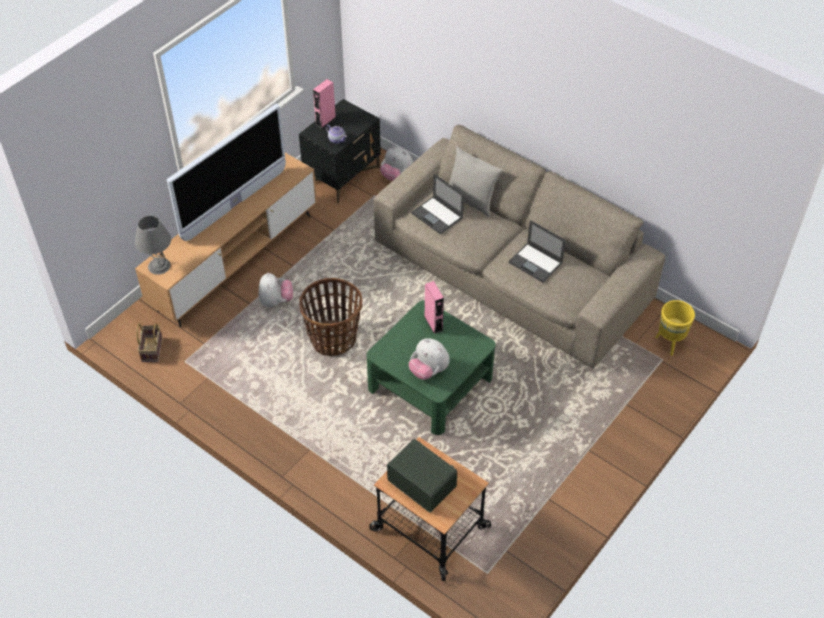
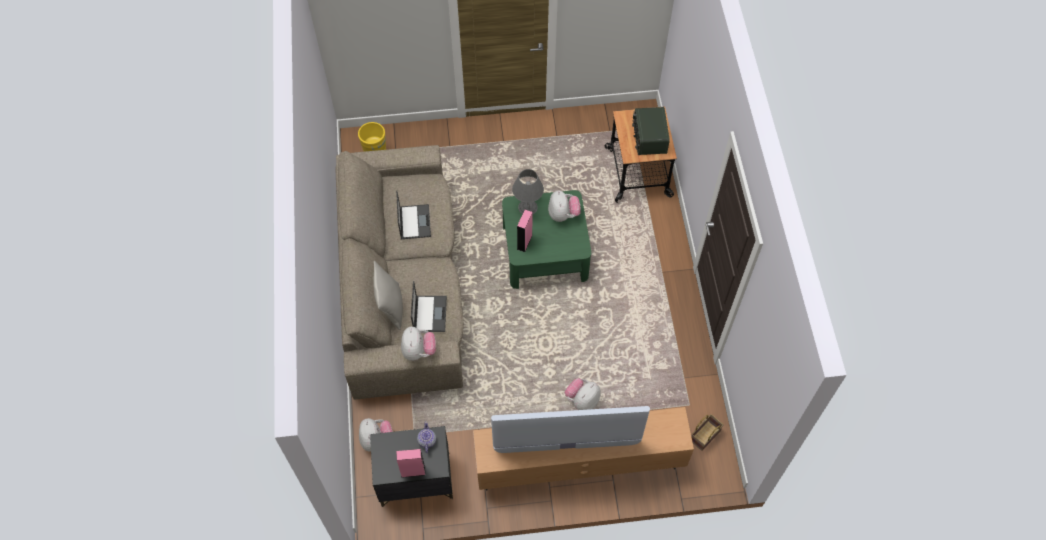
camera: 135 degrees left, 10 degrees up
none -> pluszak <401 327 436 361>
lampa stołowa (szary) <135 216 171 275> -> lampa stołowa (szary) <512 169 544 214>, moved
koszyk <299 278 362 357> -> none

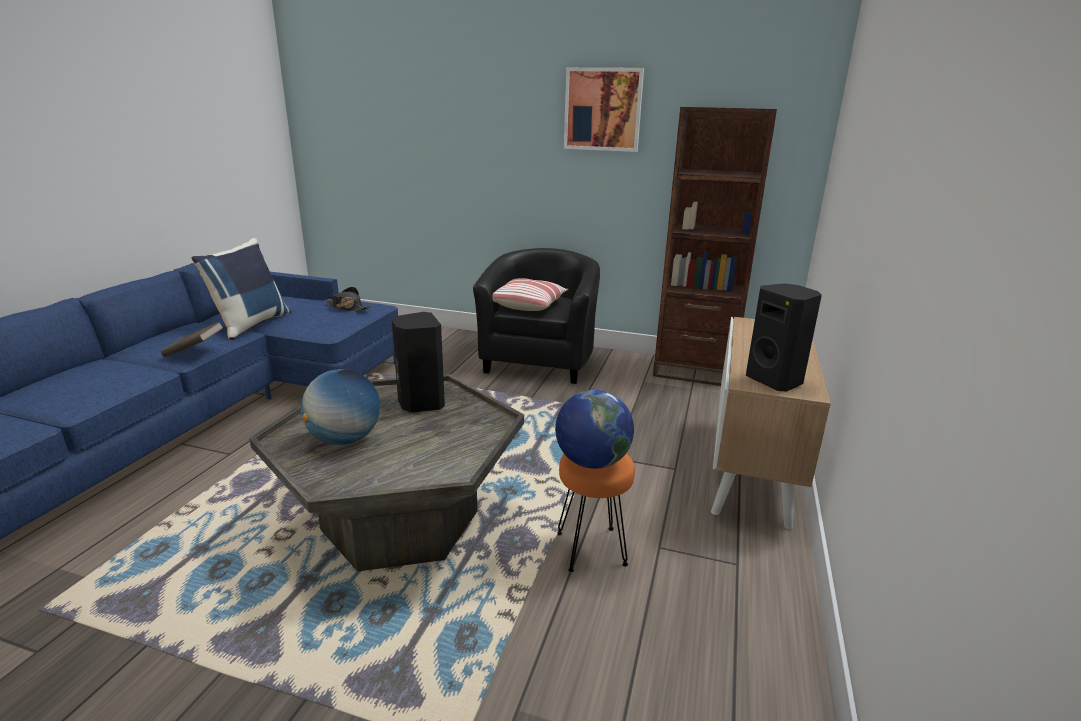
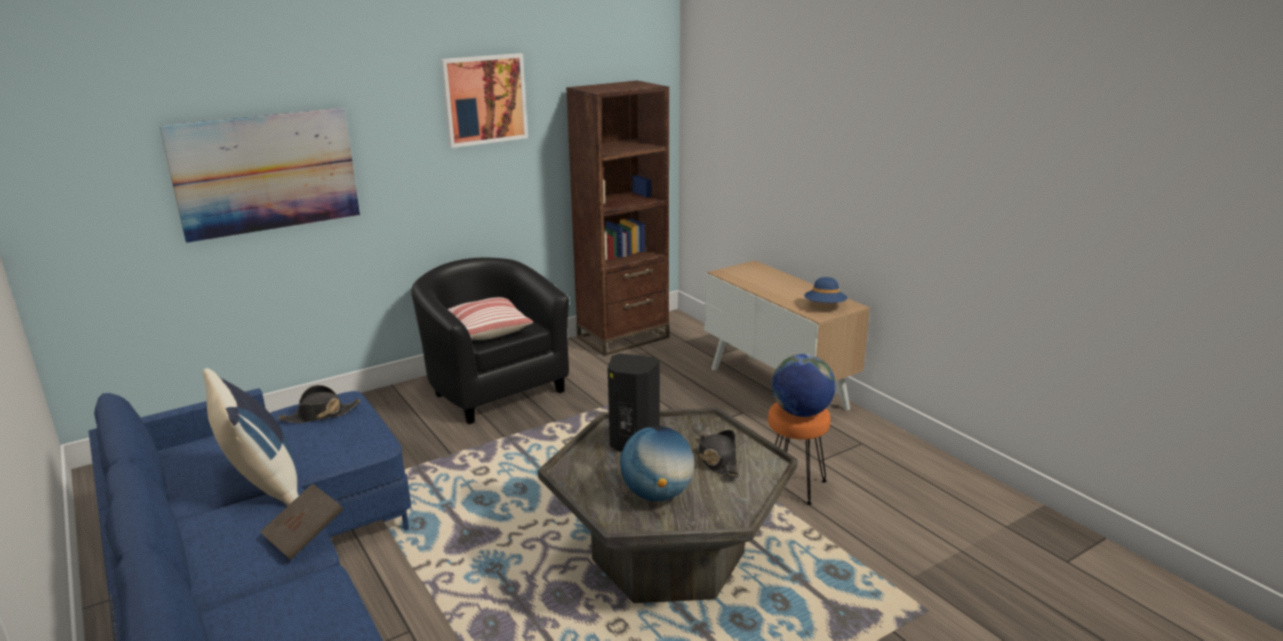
camera: 50 degrees left, 0 degrees up
none -> obraz <159 108 360 243>
none -> kapelusz (czarny) <699 430 740 476>
głośnik (czarny) <746 283 822 392> -> kapelusz (niebieski) <804 277 847 303>

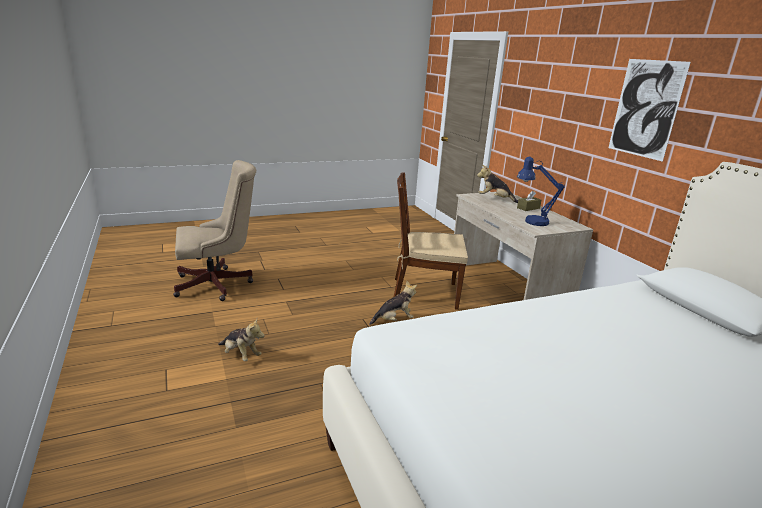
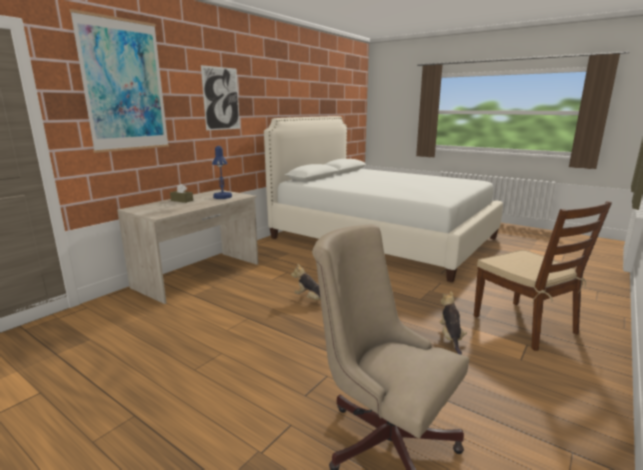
camera: 120 degrees left, 5 degrees down
none -> obraz <69 9 169 153>
krzesło (brązowy) <394 173 468 310> -> krzesło (brązowy) <474 201 612 351>, moved
pluszak <477 165 518 203> -> none

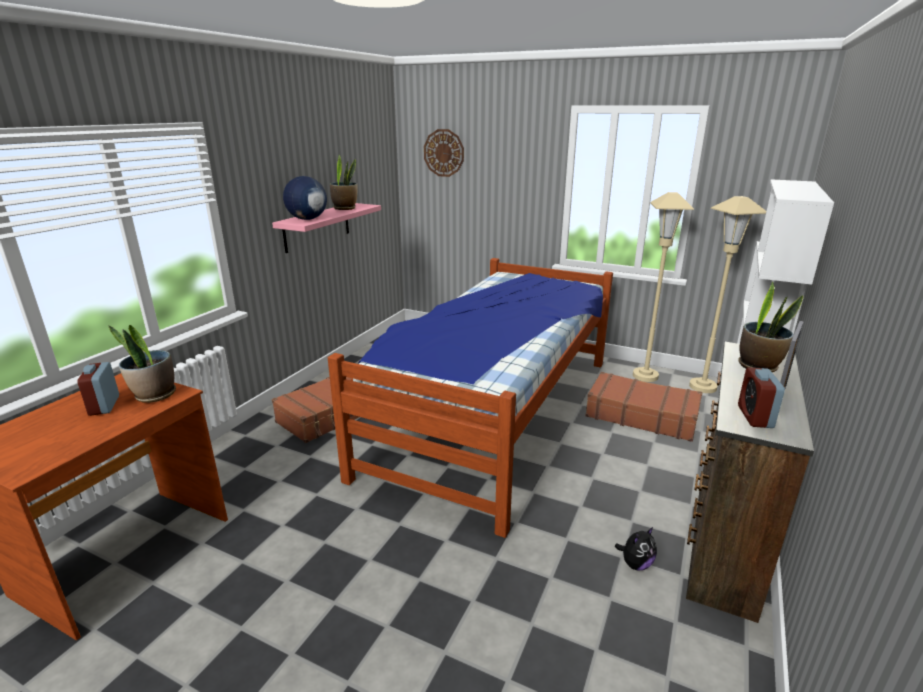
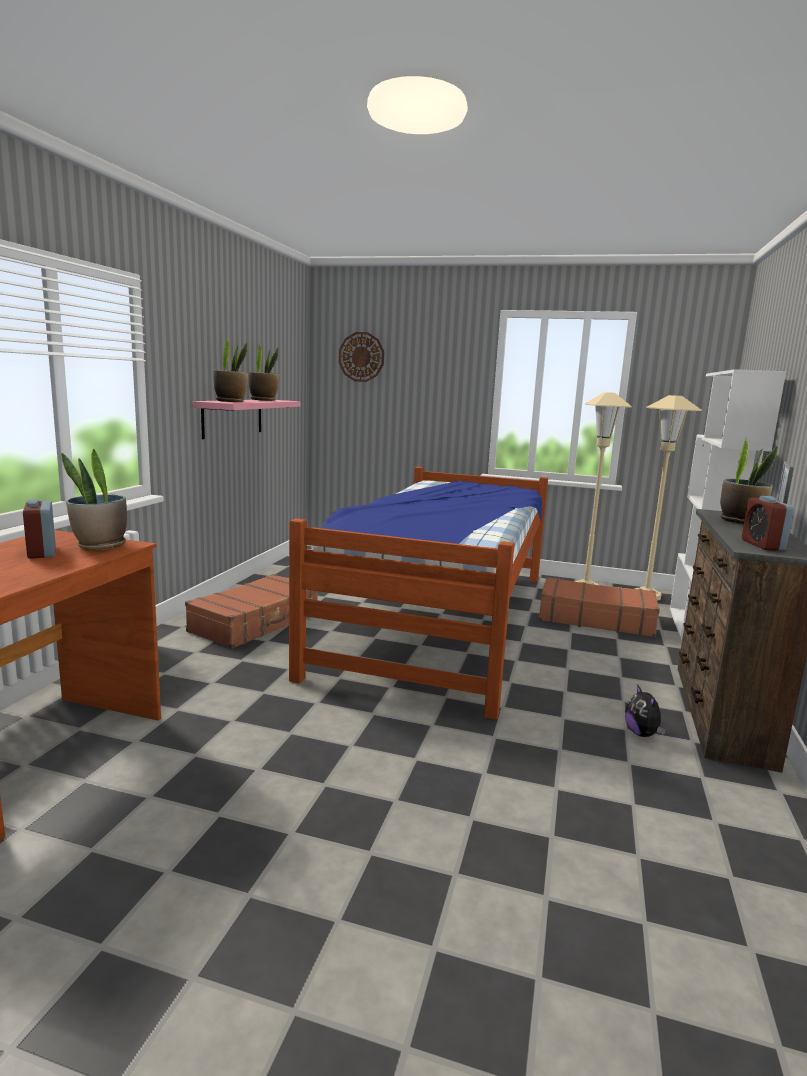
camera: 10 degrees left, 10 degrees down
globus <283 176 327 220> -> roślina doniczkowa <213 338 248 402>
pluszak <615 527 657 571> -> pluszak <625 684 666 737>, 120 degrees clockwise

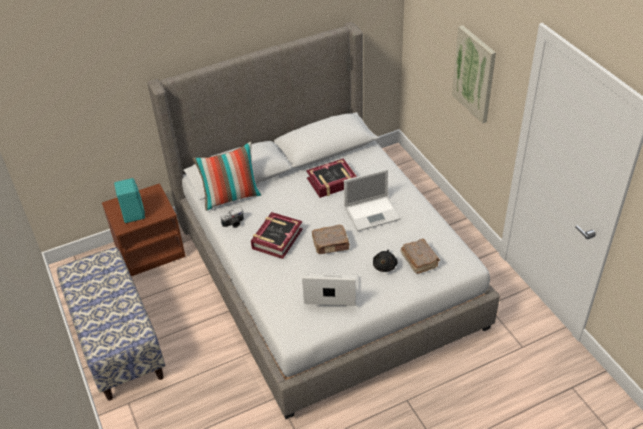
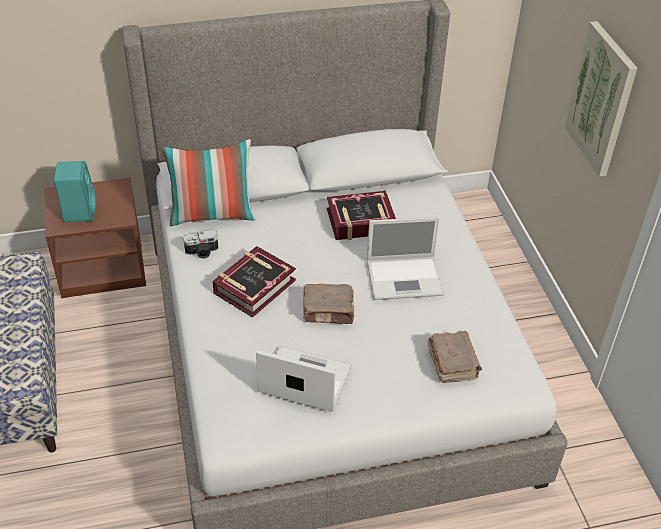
camera: 10 degrees right, 0 degrees up
pluszak (czarny) <373 249 398 272> -> none

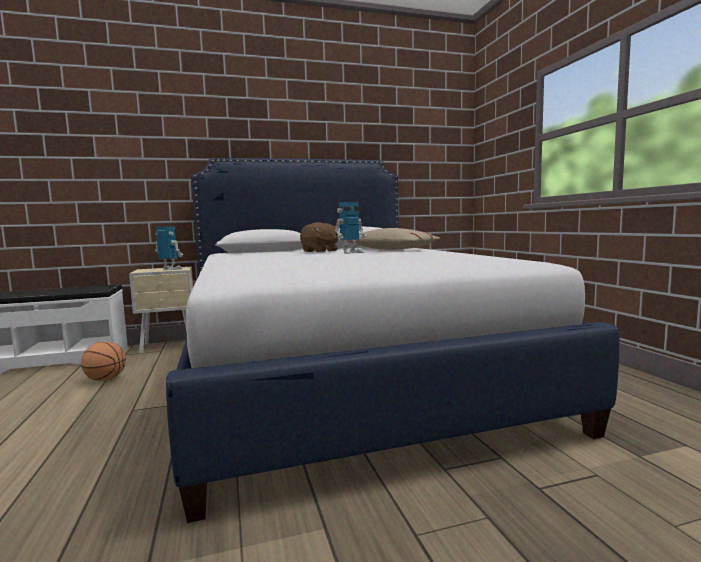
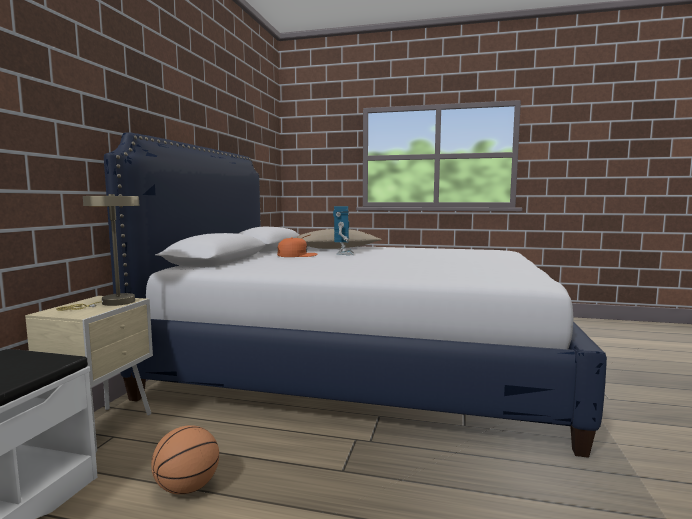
camera: 60 degrees left, 0 degrees up
robot zabawkowy <155 226 183 270> -> lampa stołowa (beżowy) <56 194 139 311>
pluszak (brązowy) <300 222 339 252> -> czapka z daszkiem (pomarańczowy) <277 237 317 257>

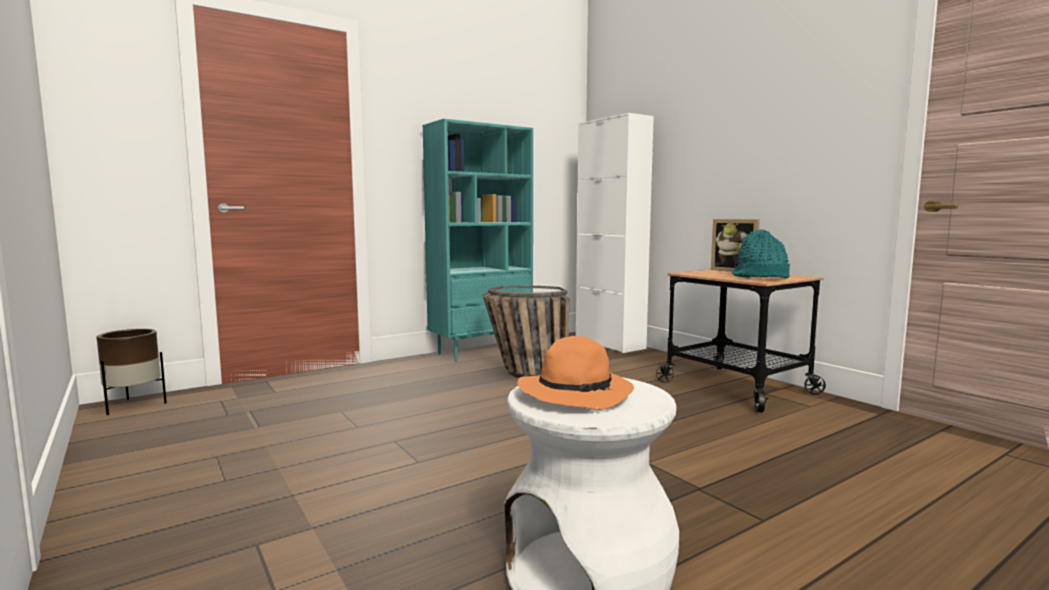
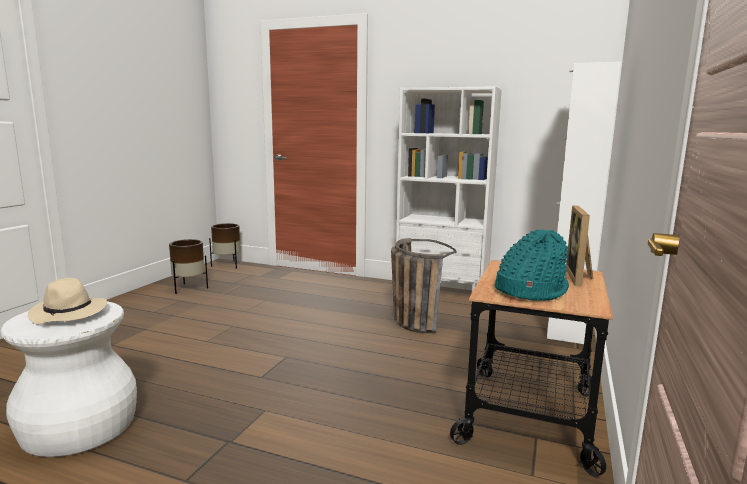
camera: 55 degrees right, 5 degrees up
kapelusz (pomarańczowy) <518 336 634 410> -> kapelusz (beżowy) <28 278 107 324>
none -> donica (brązowy) <169 239 208 294>
regał (turkusowy) <423 119 533 362> -> regał (biały) <396 86 502 304>

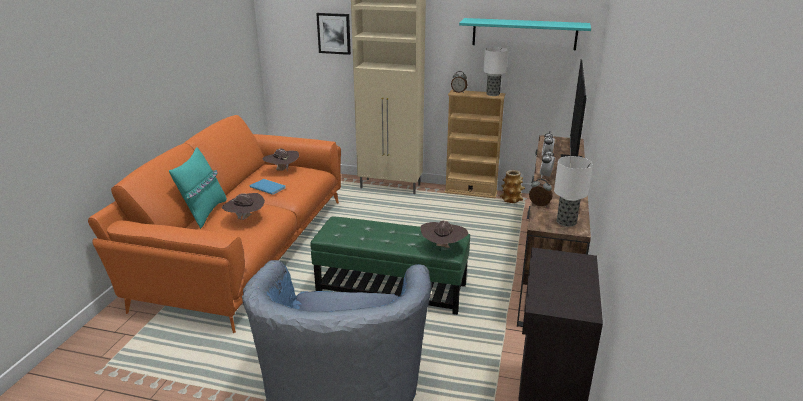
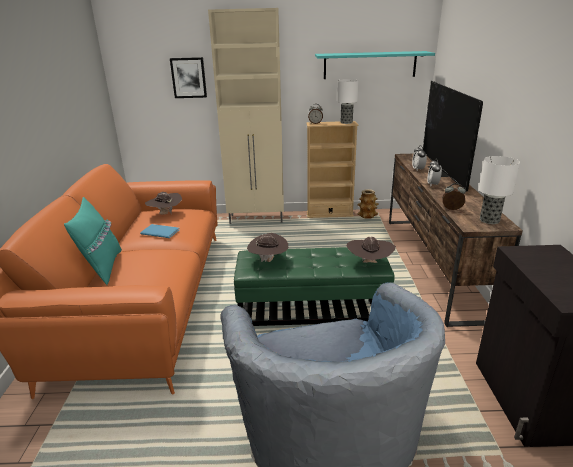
camera: 15 degrees left, 0 degrees up
kapelusz (brązowy) <221 193 265 220> -> kapelusz (brązowy) <247 233 288 262>, moved

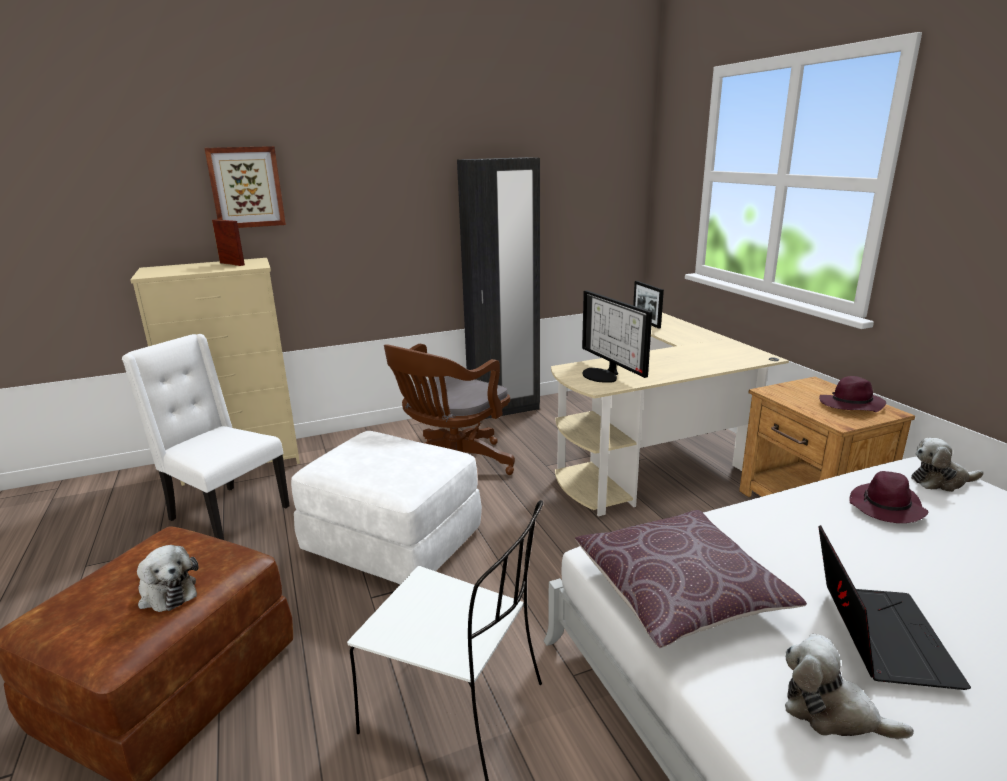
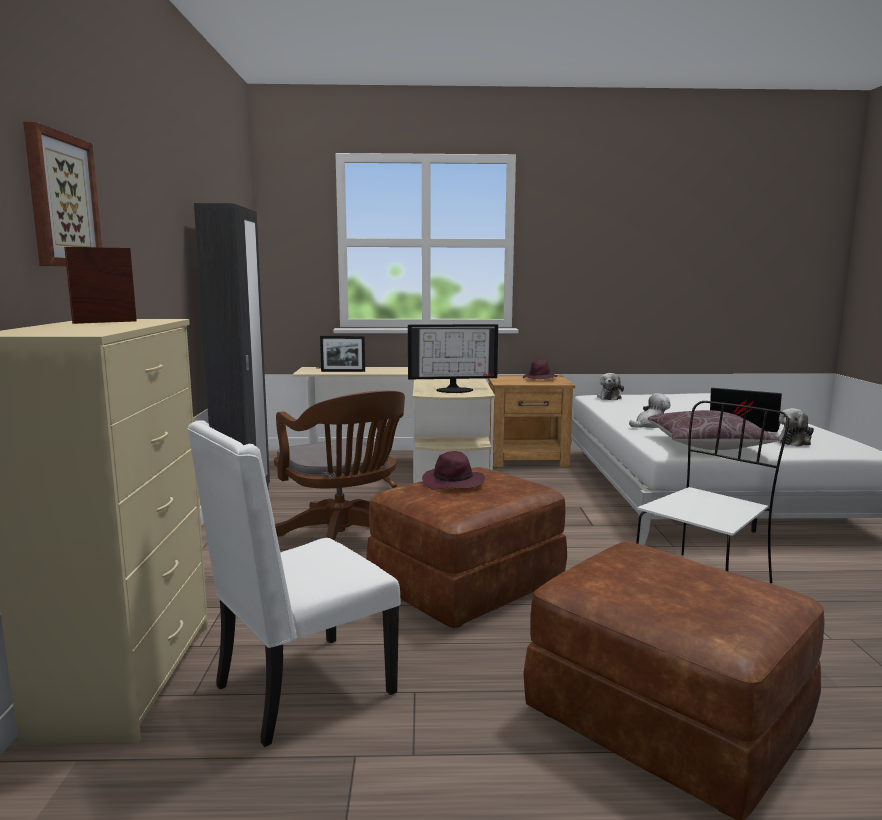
camera: 70 degrees left, 10 degrees down
pufa (biały) <291 431 482 584> -> pufa (brązowy) <366 467 567 628>
kapelusz (fioletowy) <849 471 929 523> -> kapelusz (fioletowy) <422 451 485 490>, moved
pluszak <137 545 198 612> -> pluszak <629 393 671 428>, moved

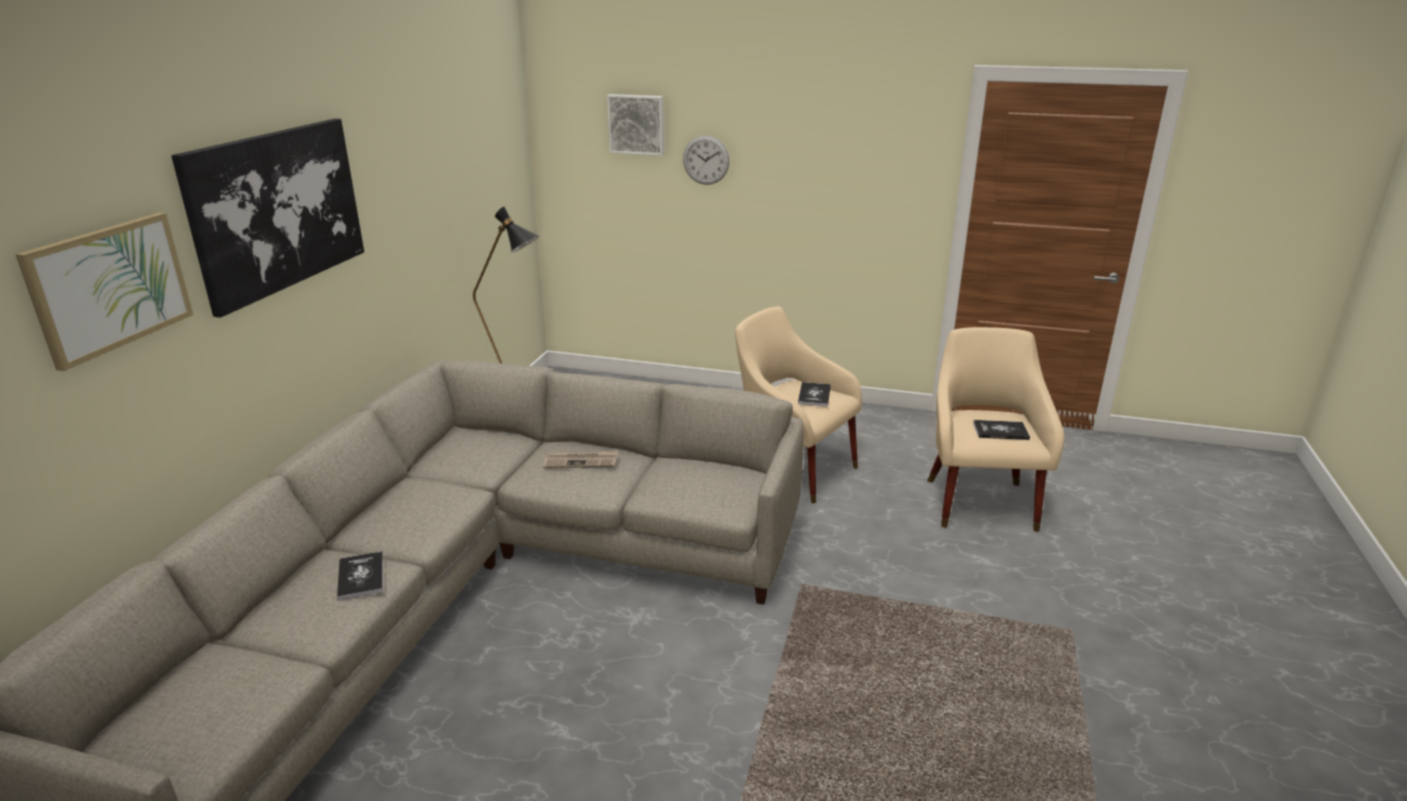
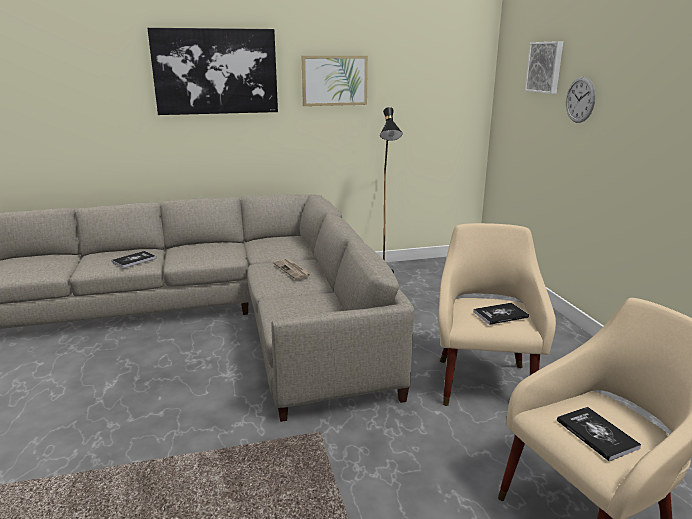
camera: 60 degrees right, 5 degrees down
obraz <15 212 193 371> -> obraz <301 56 368 106>, moved

